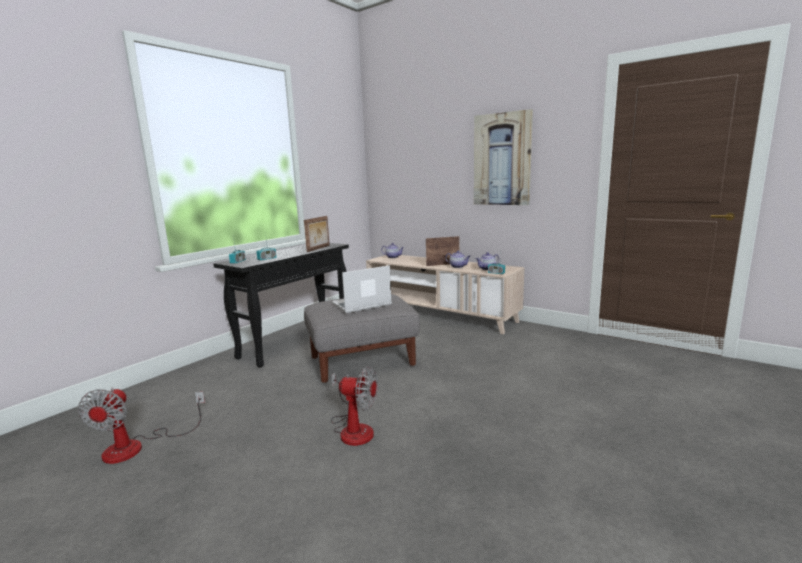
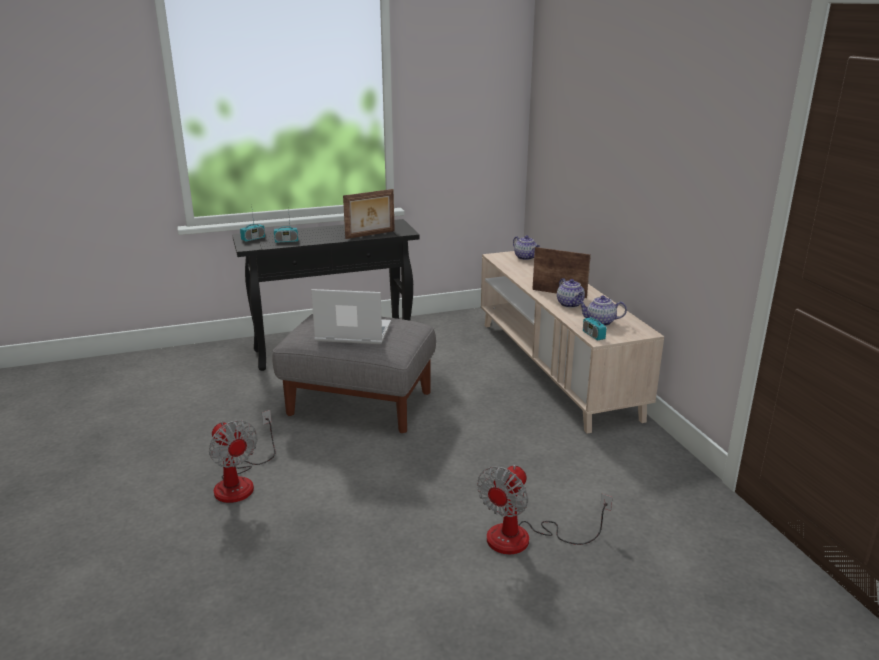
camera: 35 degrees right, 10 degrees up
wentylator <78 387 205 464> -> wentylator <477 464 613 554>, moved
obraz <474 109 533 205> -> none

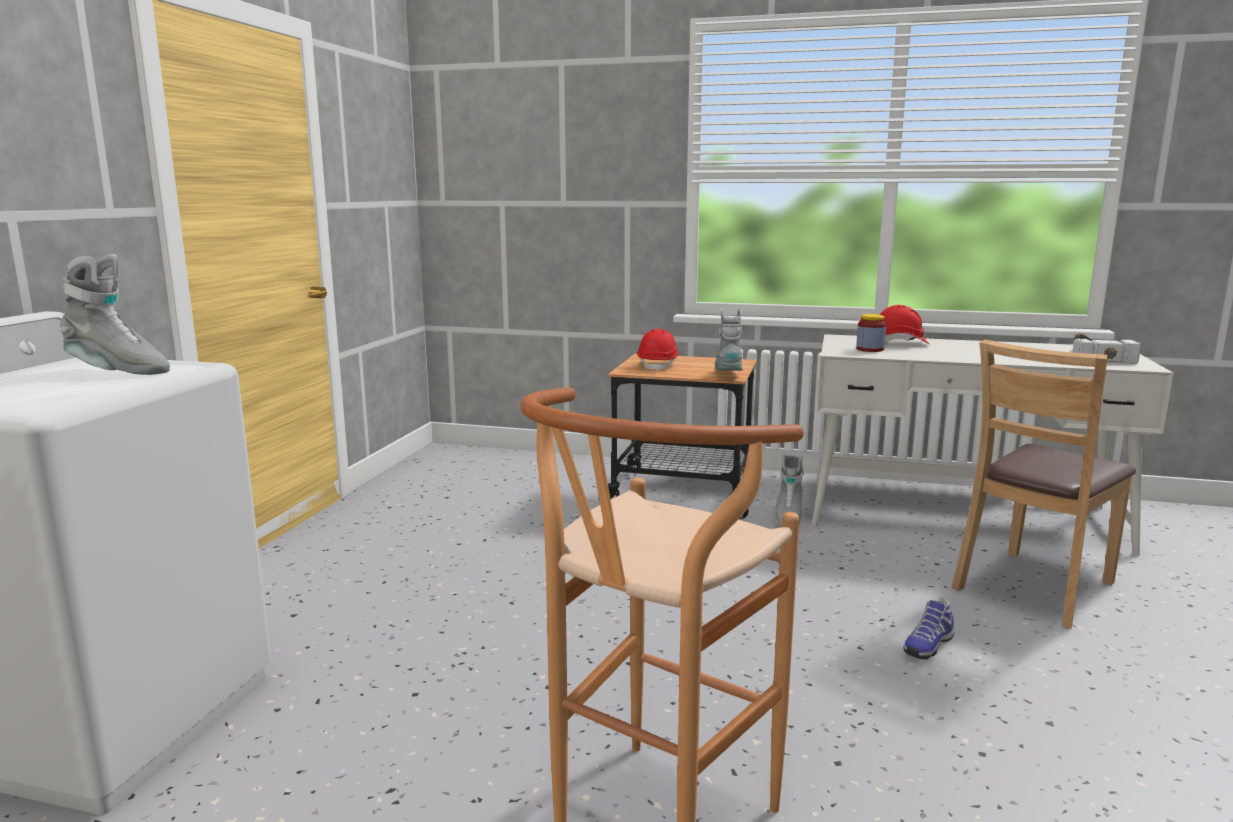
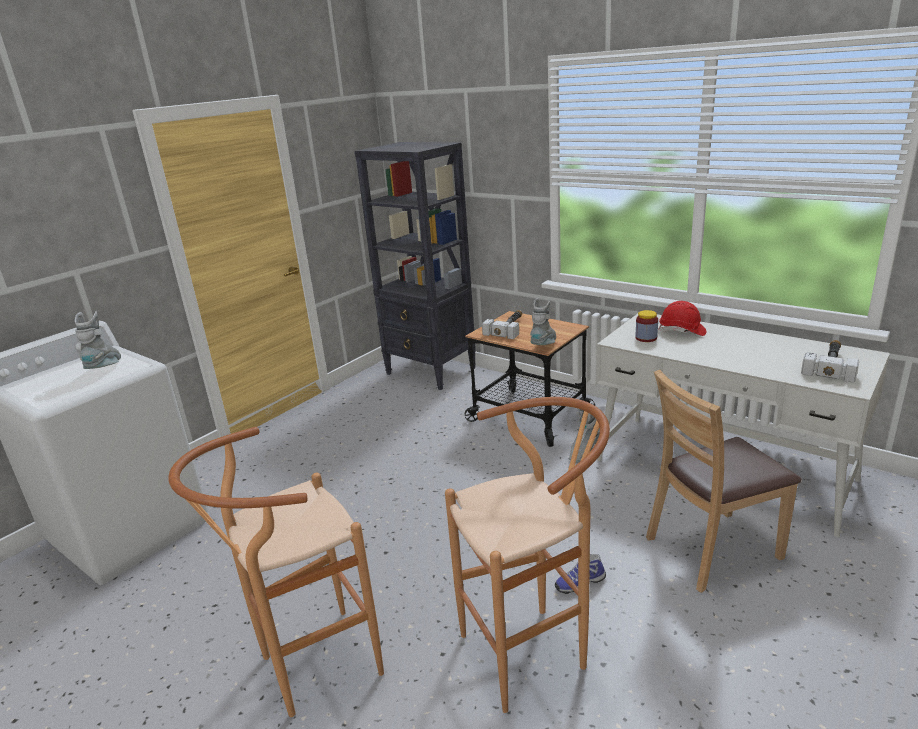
camera: 25 degrees right, 10 degrees up
but z cholewką (szary) <59 254 170 375> -> but z cholewką (szary) <75 311 121 369>, 135 degrees counterclockwise
none -> regał (czarny) <355 142 476 390>
none -> stołek (brązowy) <445 397 610 713>
kask (czerwony) <637 329 679 372> -> młotek <482 310 522 339>

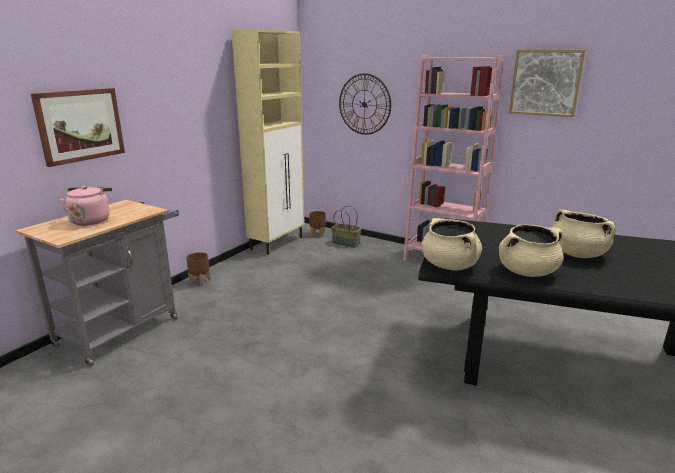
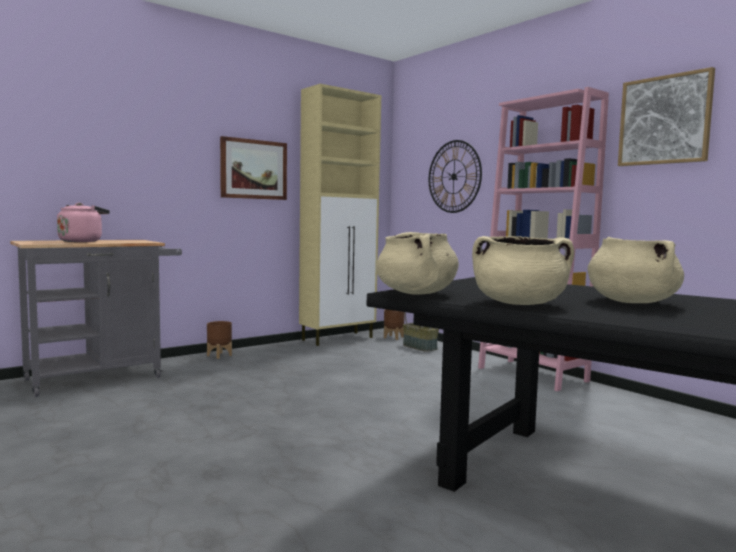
camera: 20 degrees right, 15 degrees down
obraz <31 88 125 167> -> obraz <220 136 287 200>, moved

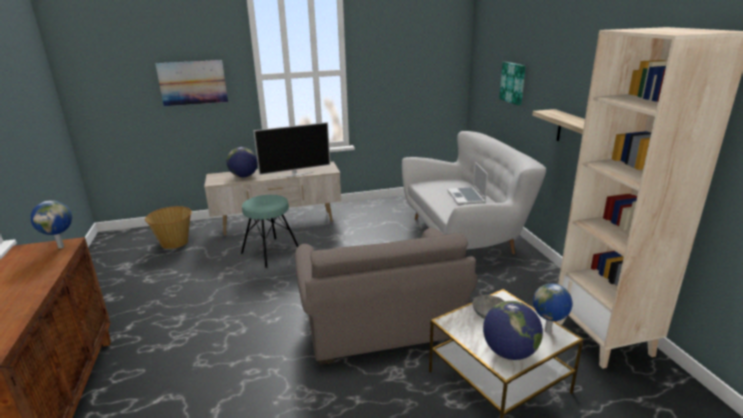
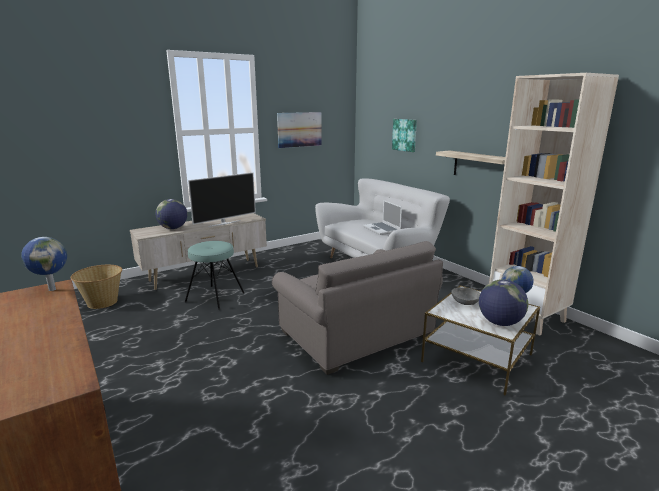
camera: 20 degrees left, 5 degrees down
obraz <155 60 228 106> -> obraz <277 112 322 148>, moved

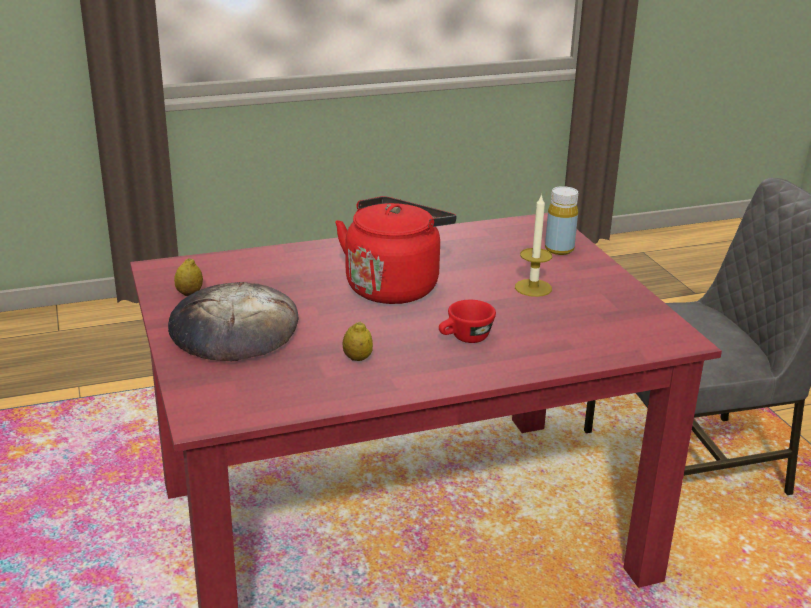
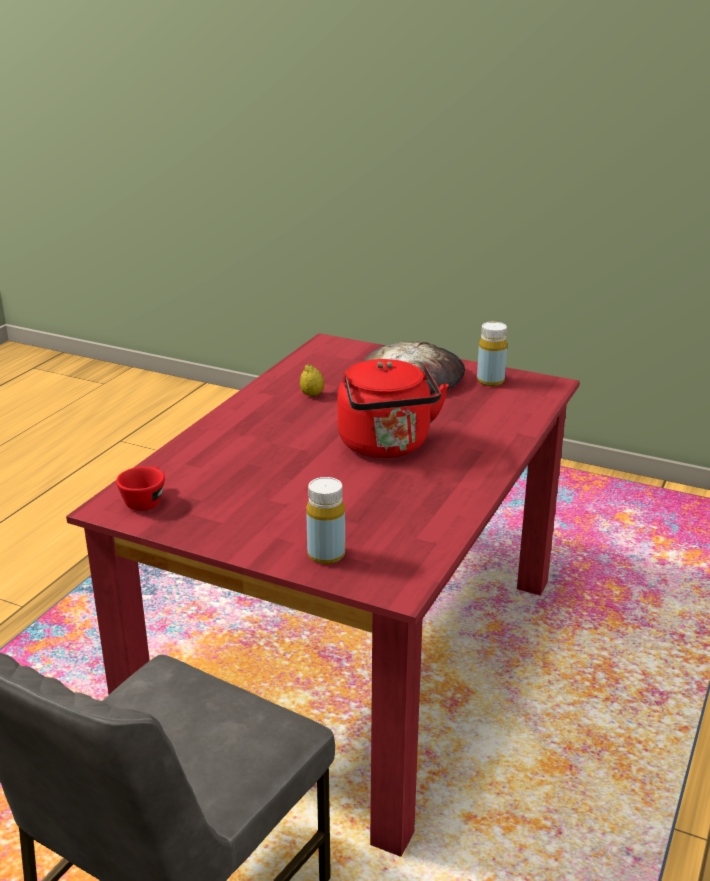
camera: 135 degrees right, 0 degrees up
filiżanka (czerwony) <439 300 496 343> -> filiżanka (czerwony) <116 466 165 511>, moved
cytryna <174 258 203 296> -> butelka (żółty) <477 322 507 386>
świeca <515 194 552 297> -> none

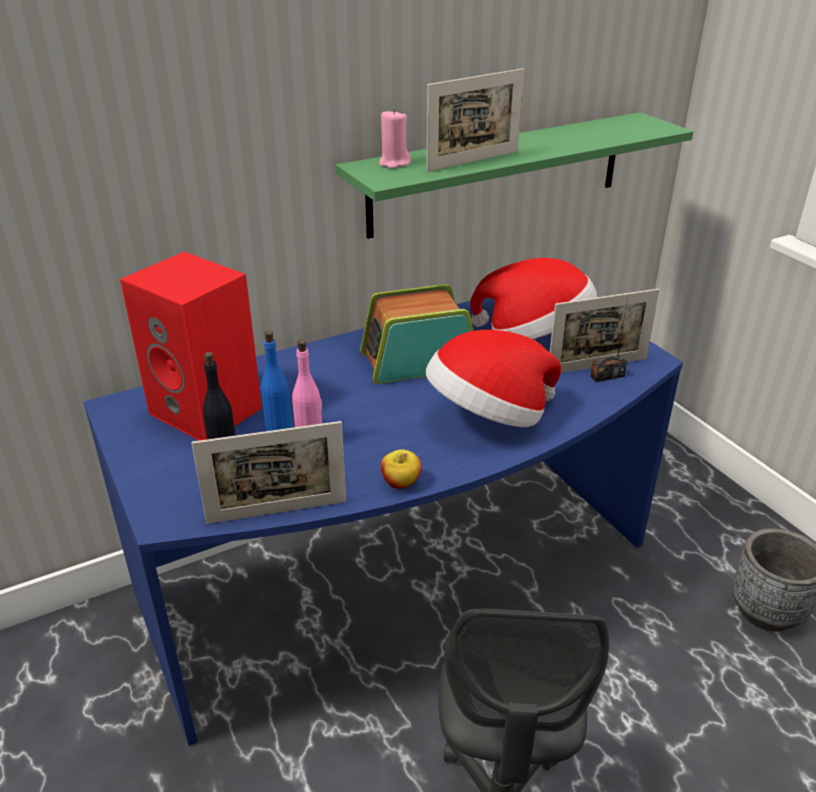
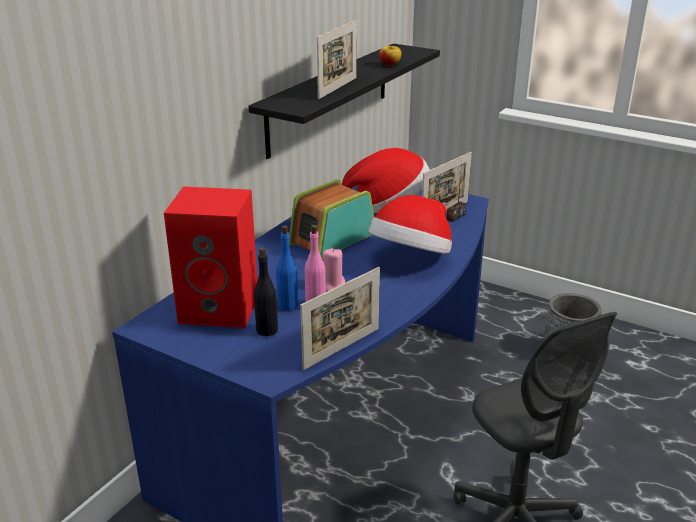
camera: 30 degrees left, 5 degrees down
półka (zielony) <336 112 693 239> -> półka (czarny) <249 44 440 159>
świeca (różowy) <379 109 411 169> -> świeca (różowy) <323 248 345 291>, moved
jabłko <381 449 422 489> -> jabłko <379 46 402 66>, moved

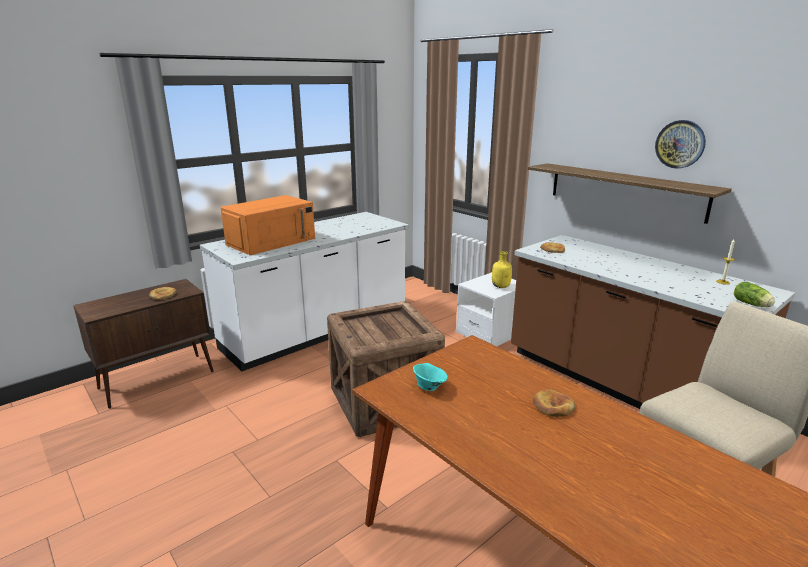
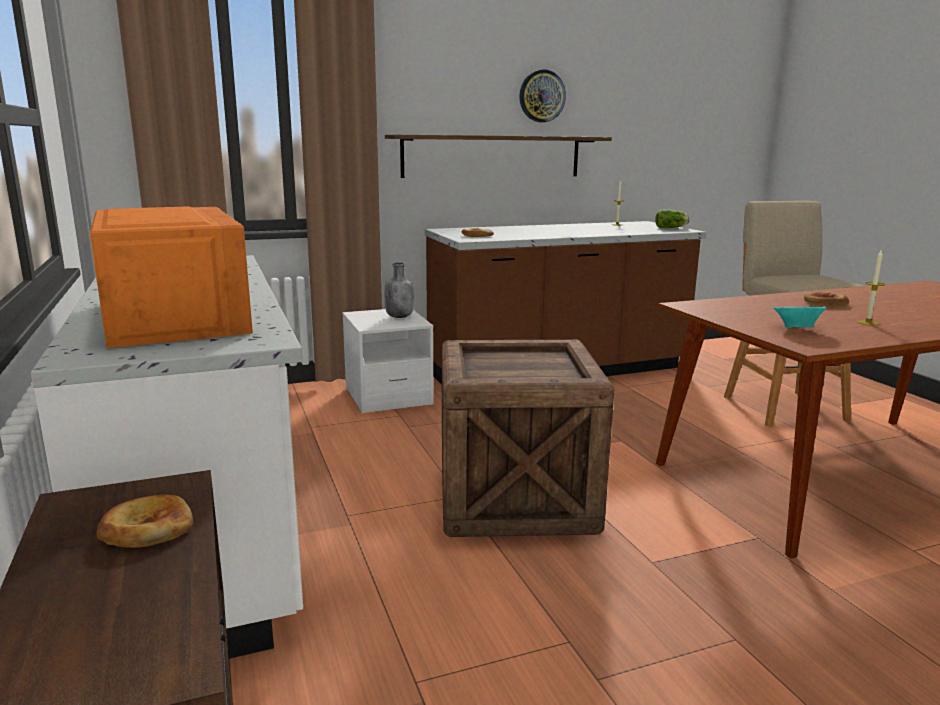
camera: 70 degrees left, 5 degrees down
butelka (żółty) <492 251 512 288> -> butelka (szary) <385 262 414 318>
none -> świeca <857 250 885 326>

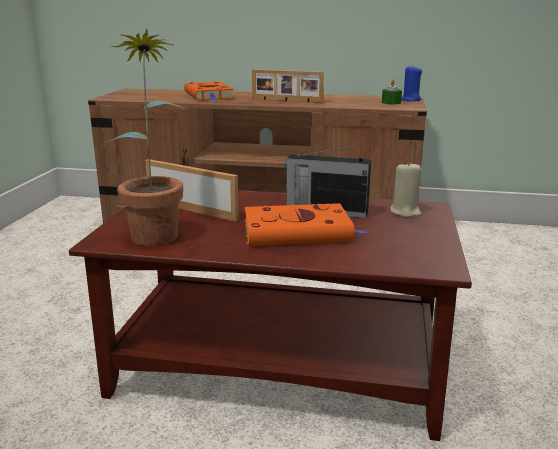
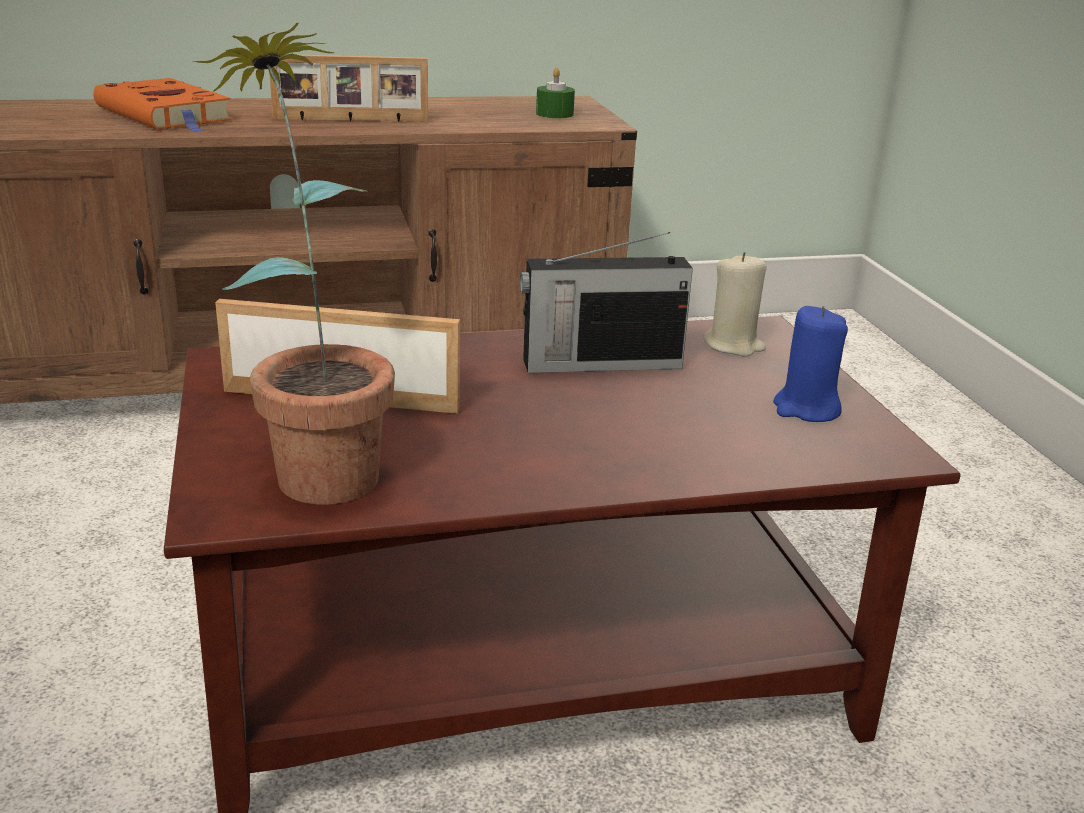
camera: 25 degrees left, 5 degrees up
świeca (niebieski) <401 65 422 101> -> świeca (niebieski) <773 306 848 422>, moved
książka (pomarańczowy) <245 203 367 246> -> none

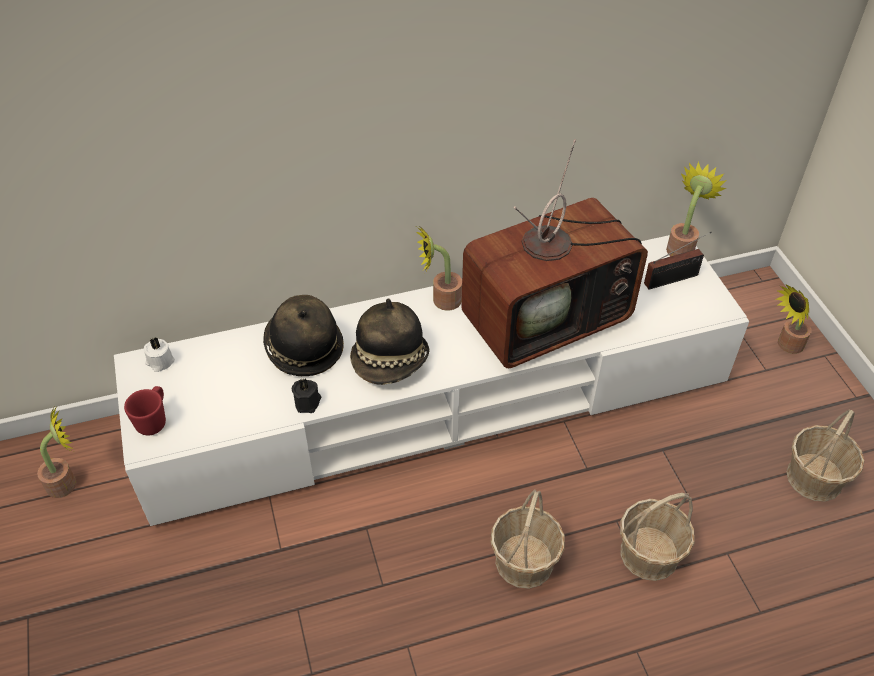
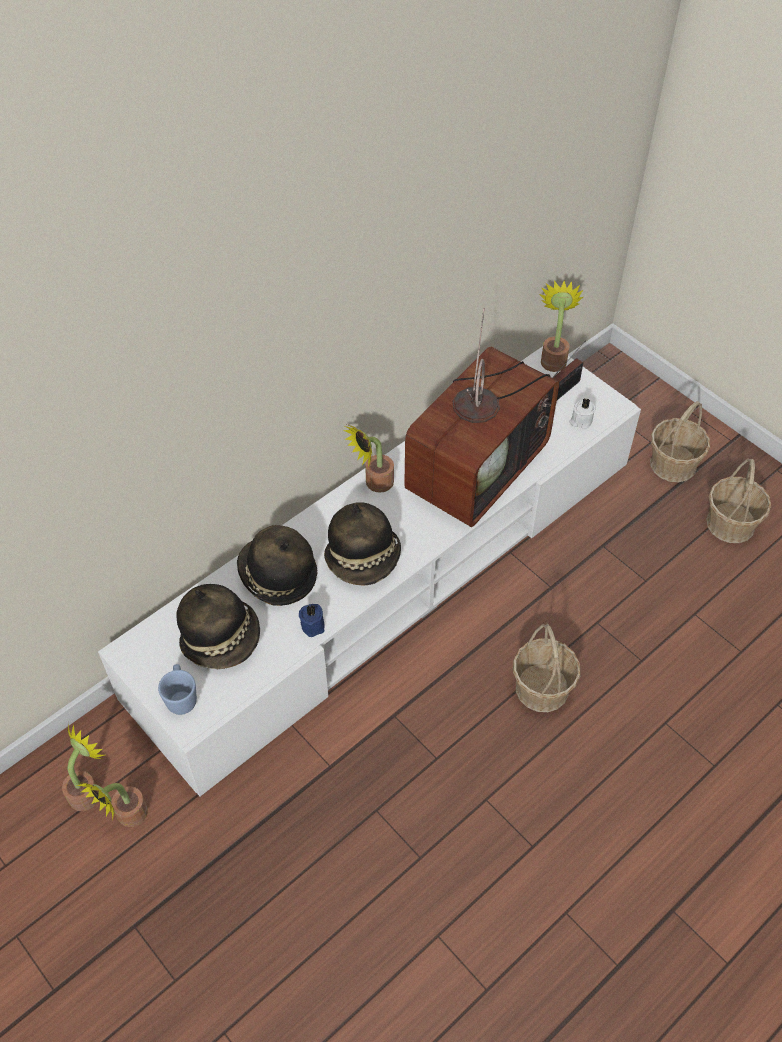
camera: 25 degrees left, 5 degrees up
roślina doniczkowa <776 284 812 354> -> roślina doniczkowa <76 783 148 827>, moved
kubek (czerwony) <124 386 166 435> -> kubek (niebieski) <158 664 197 715>
none -> kapelusz <176 584 260 669>
świeca (czarny) <292 379 321 413> -> świeca (niebieski) <299 604 325 637>
świeca (biały) <143 337 175 372> -> świeca (biały) <569 398 596 429>, moved
koszyk <620 493 695 581> -> koszyk <650 401 710 482>, moved

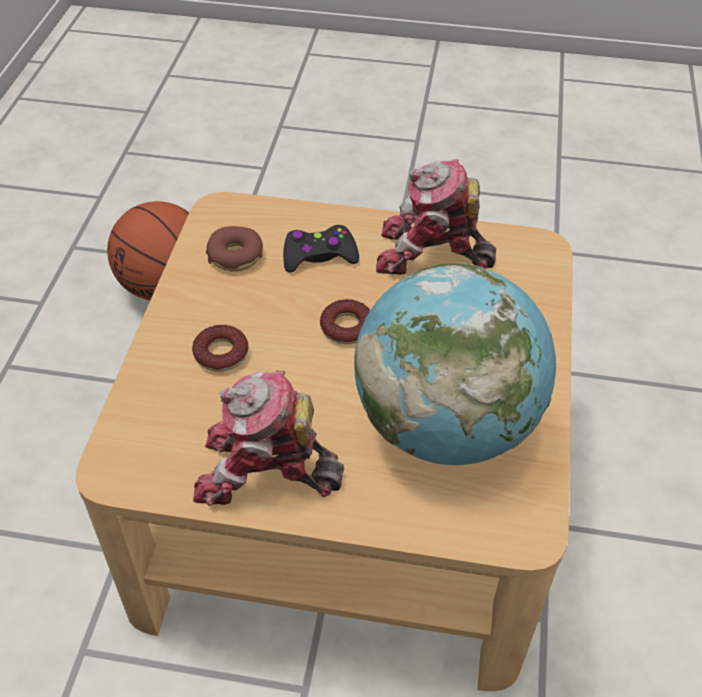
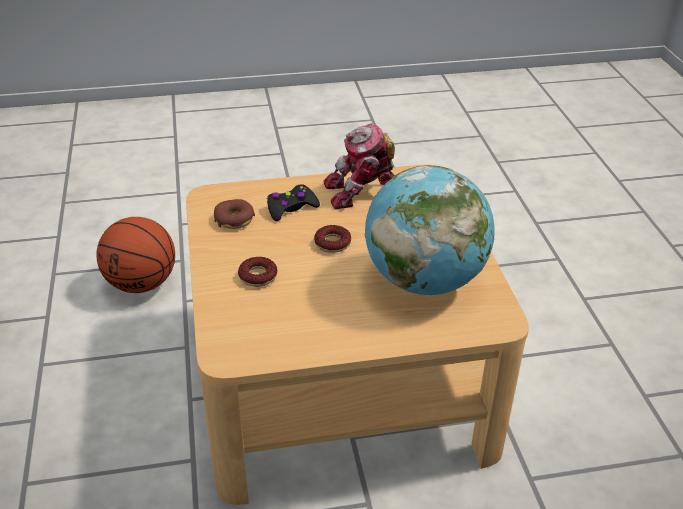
camera: 20 degrees left, 10 degrees down
robot zabawkowy <193 370 344 506> -> none

